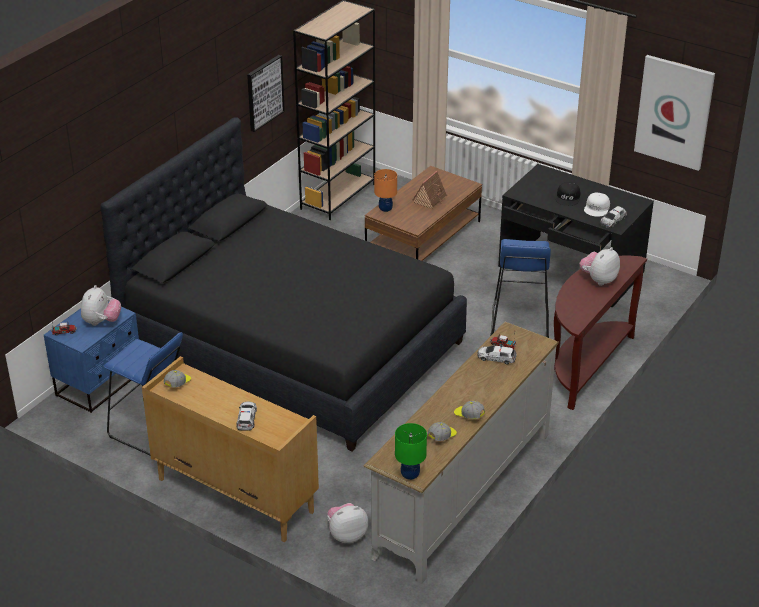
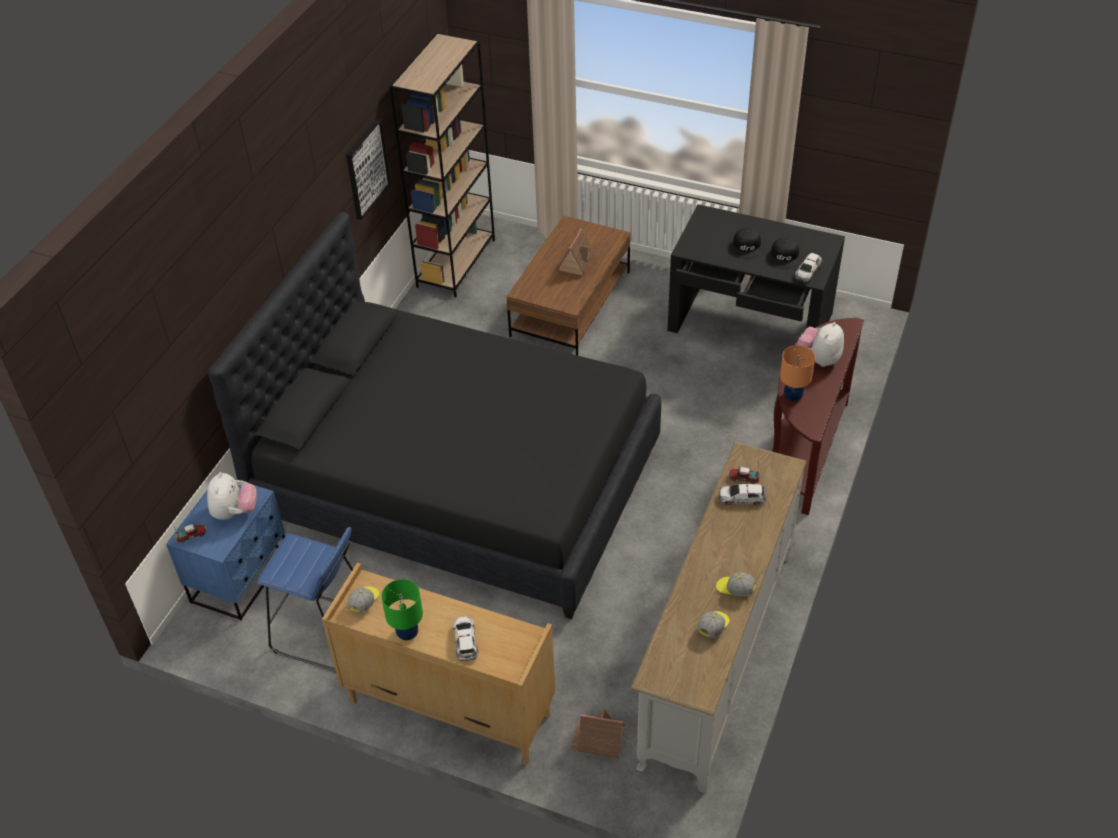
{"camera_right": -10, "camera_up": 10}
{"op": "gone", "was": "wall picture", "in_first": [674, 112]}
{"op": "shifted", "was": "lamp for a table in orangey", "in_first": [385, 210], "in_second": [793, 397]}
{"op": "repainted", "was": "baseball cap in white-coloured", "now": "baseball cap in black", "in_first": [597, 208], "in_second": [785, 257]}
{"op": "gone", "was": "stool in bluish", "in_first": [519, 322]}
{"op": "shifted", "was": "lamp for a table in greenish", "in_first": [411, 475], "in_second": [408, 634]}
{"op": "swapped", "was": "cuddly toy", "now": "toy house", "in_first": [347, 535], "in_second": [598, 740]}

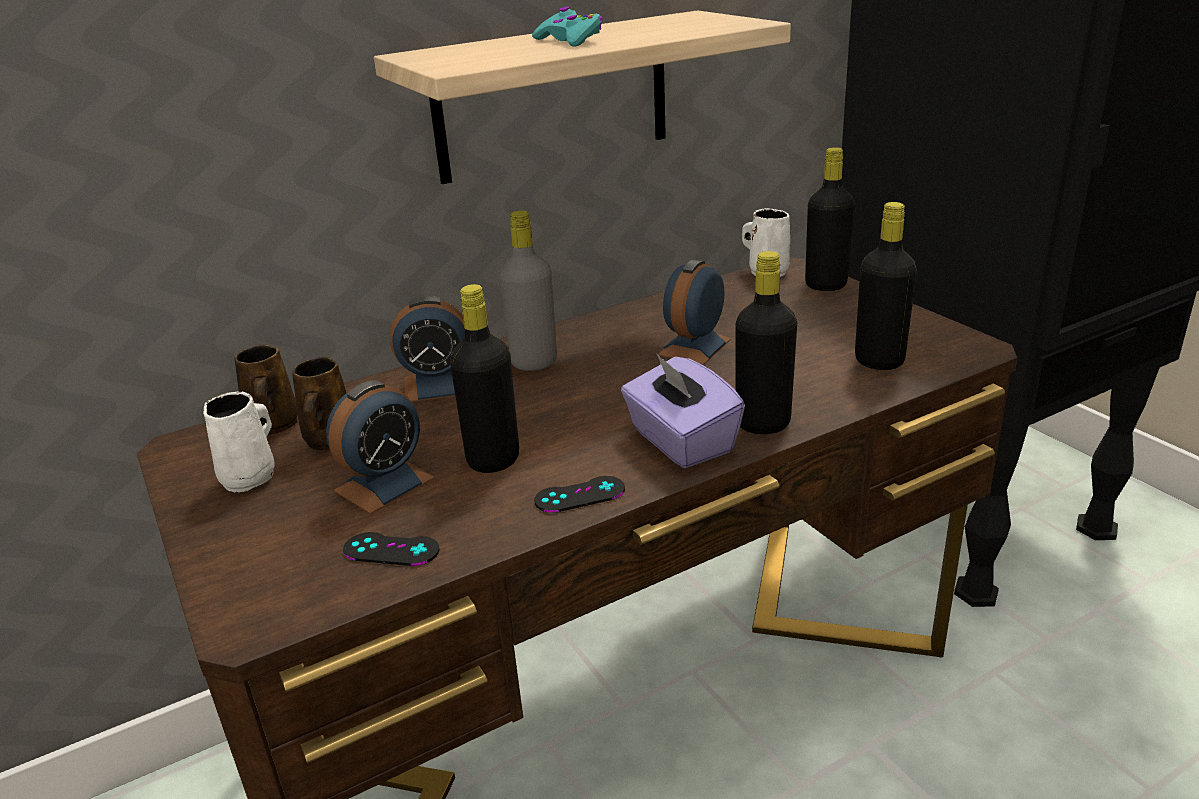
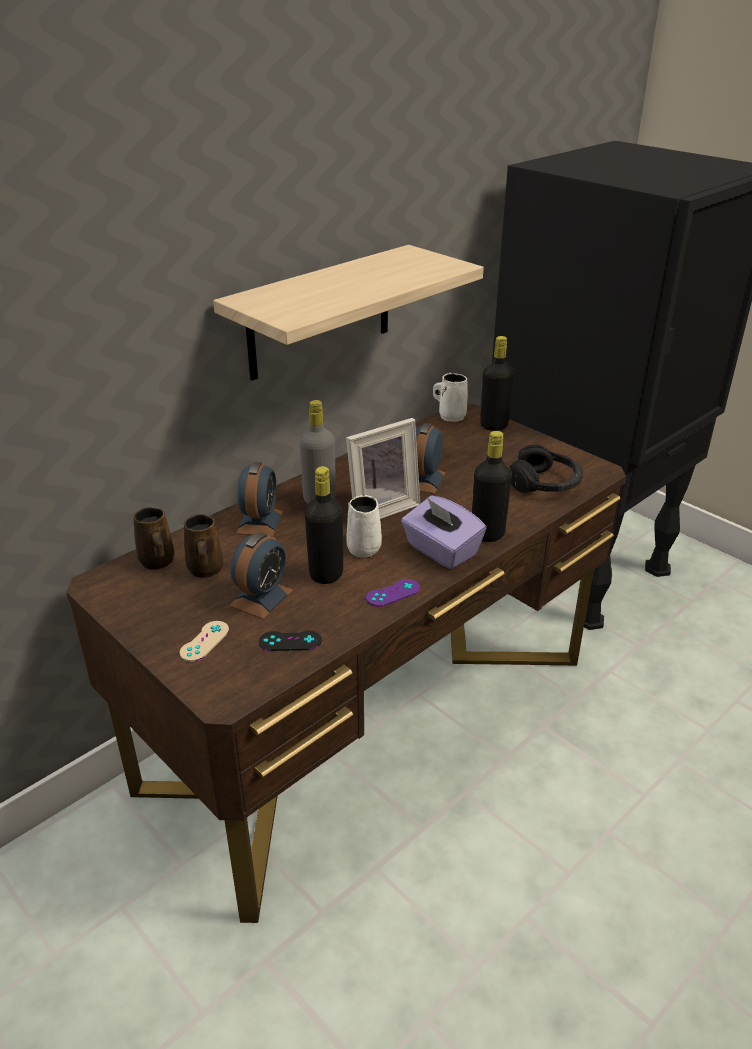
{"camera_right": -15, "camera_up": 5}
{"op": "gone", "was": "game controller in turquoise-coloured", "in_first": [569, 40]}
{"op": "swapped", "was": "drink bottle in black", "now": "pair of headphones in black", "in_first": [879, 361], "in_second": [545, 484]}
{"op": "rotated", "was": "bedside clock", "in_first": [437, 386], "in_second": [260, 522], "clockwise": -60}
{"op": "shifted", "was": "coffee mug in white-coloured", "in_first": [251, 477], "in_second": [364, 547]}
{"op": "repainted", "was": "game controller in black", "now": "game controller in purple-coloured", "in_first": [580, 495], "in_second": [393, 593]}
{"op": "new", "now": "photo frame", "in_second": [380, 508]}
{"op": "new", "now": "game controller in beige-coloured", "in_second": [204, 641]}

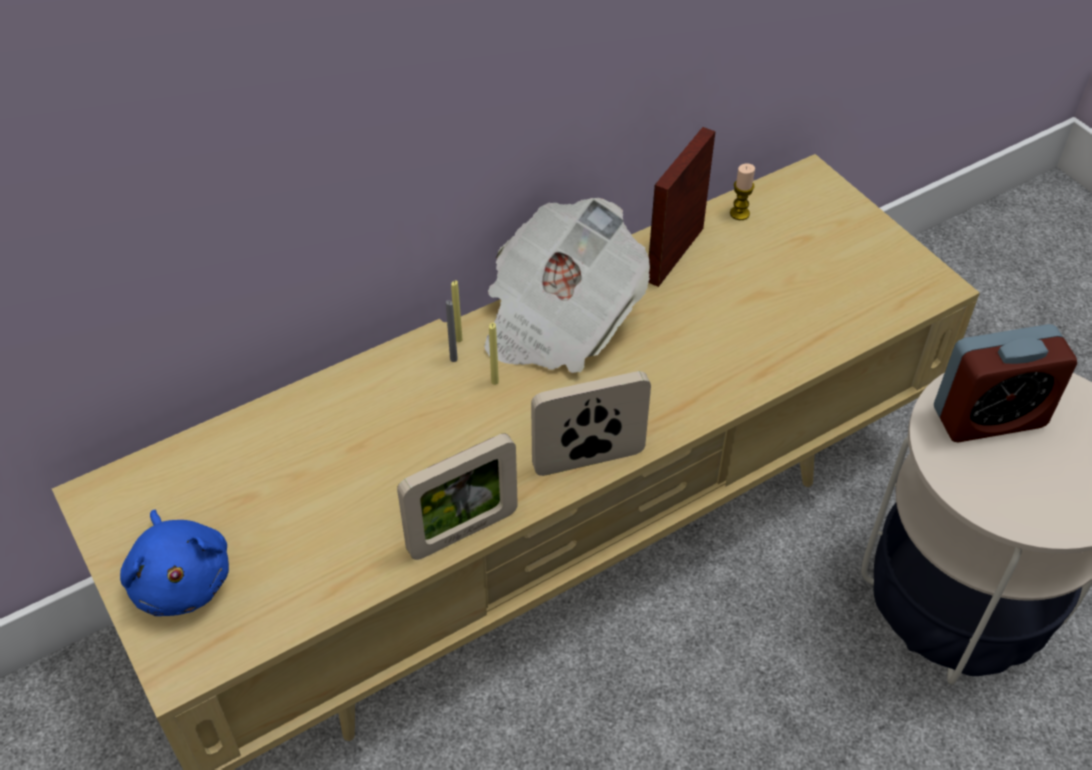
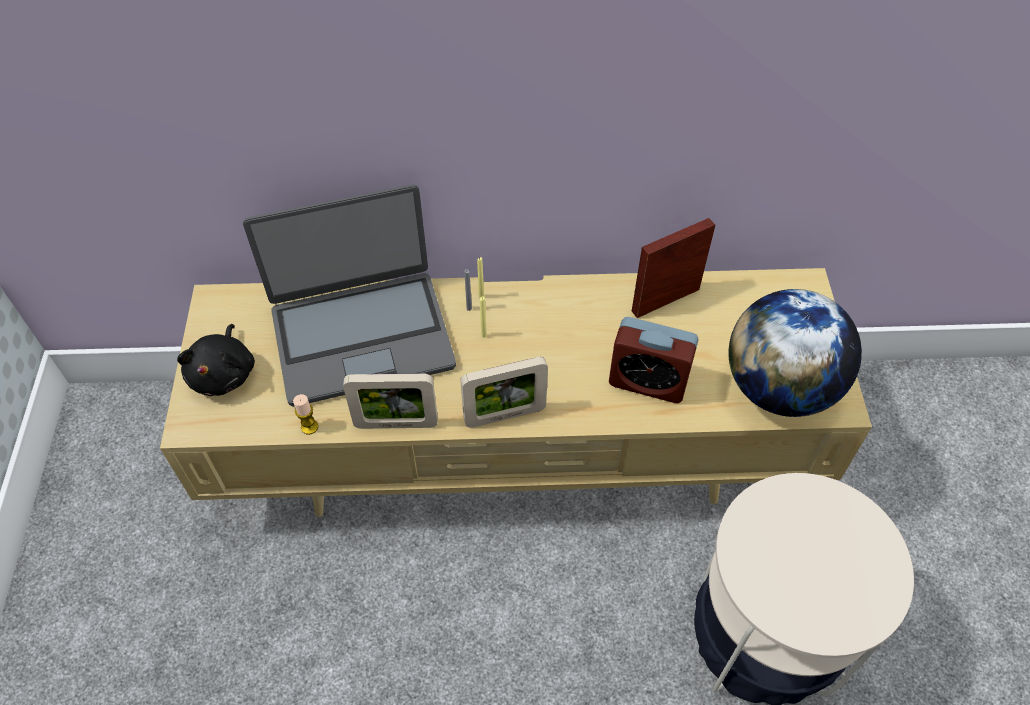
{"camera_right": 30, "camera_up": 5}
{"op": "shifted", "was": "wax light", "in_first": [739, 213], "in_second": [309, 427]}
{"op": "gone", "was": "printed paper", "in_first": [558, 319]}
{"op": "shifted", "was": "bedside clock", "in_first": [988, 418], "in_second": [648, 382]}
{"op": "rotated", "was": "photo frame", "in_first": [588, 460], "in_second": [505, 415], "clockwise": 150}
{"op": "repainted", "was": "cuddly toy in bluish", "now": "cuddly toy in black", "in_first": [181, 579], "in_second": [224, 373]}
{"op": "new", "now": "notebook computer", "in_second": [362, 336]}
{"op": "new", "now": "world globe", "in_second": [779, 388]}

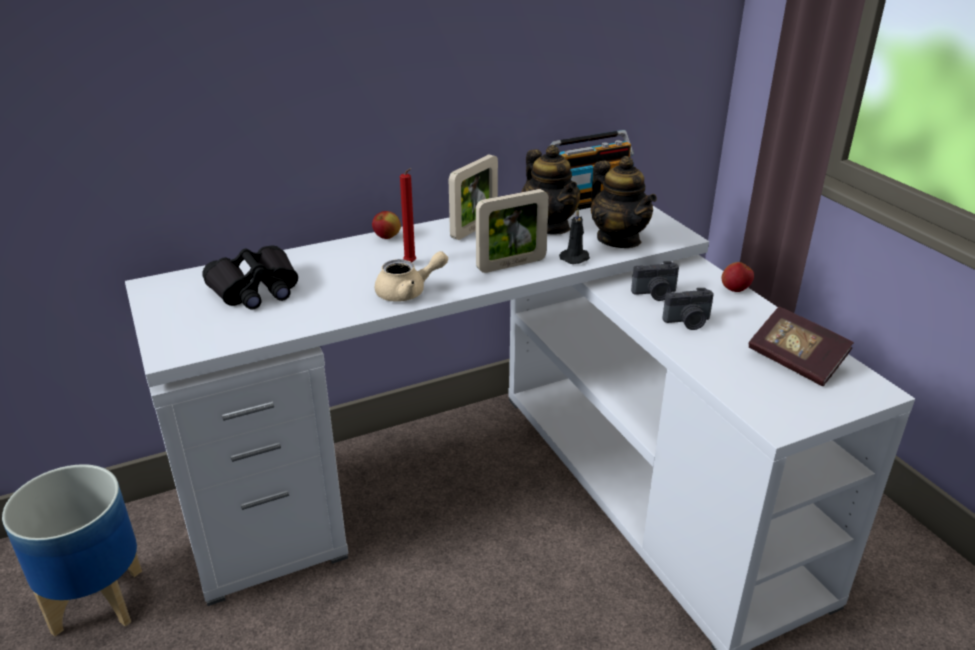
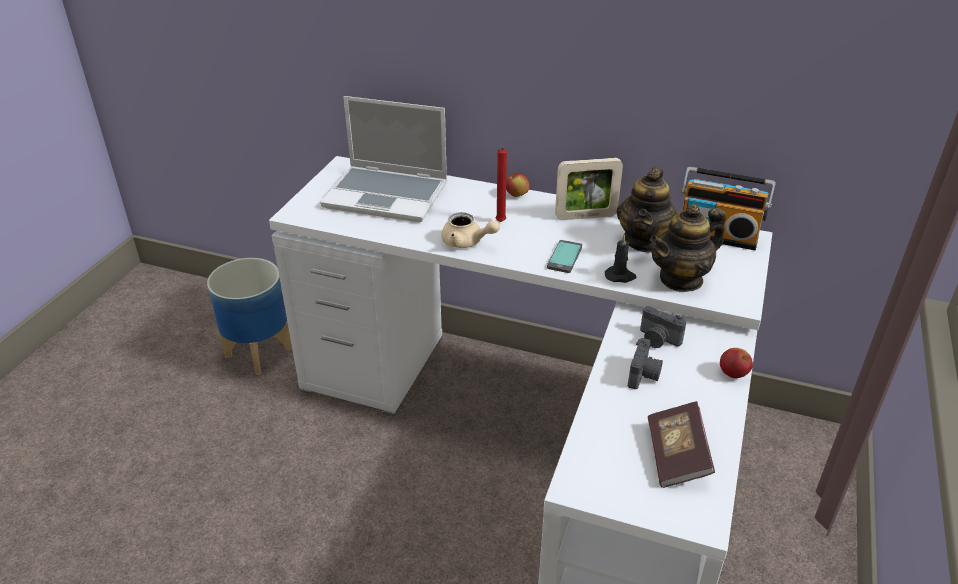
{"camera_right": 45, "camera_up": 5}
{"op": "rotated", "was": "pot for tea", "in_first": [619, 239], "in_second": [681, 279], "clockwise": 45}
{"op": "swapped", "was": "photo frame", "now": "telephone", "in_first": [511, 264], "in_second": [565, 257]}
{"op": "swapped", "was": "field glasses in black", "now": "notebook computer", "in_first": [256, 290], "in_second": [388, 195]}
{"op": "rotated", "was": "still camera", "in_first": [688, 322], "in_second": [644, 375], "clockwise": -105}

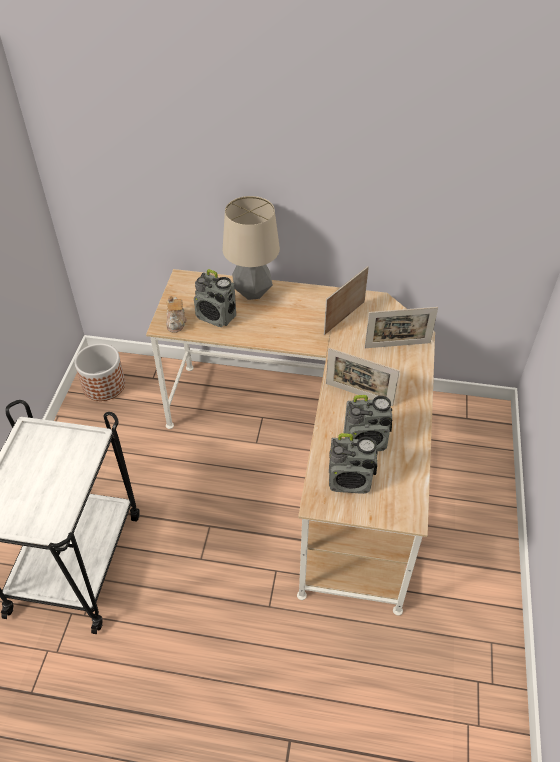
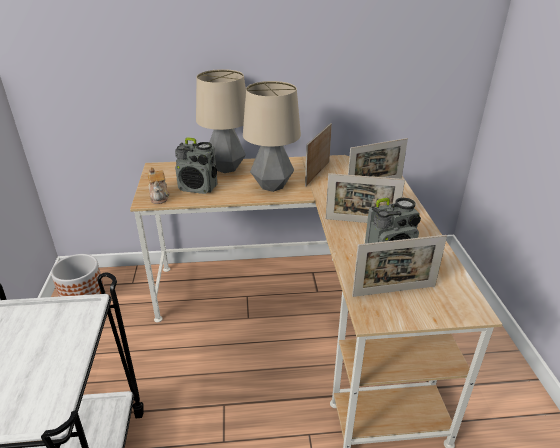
{"camera_right": -15, "camera_up": -15}
{"op": "swapped", "was": "radio receiver", "now": "photo frame", "in_first": [350, 481], "in_second": [394, 291]}
{"op": "new", "now": "lamp for a table", "in_second": [272, 186]}

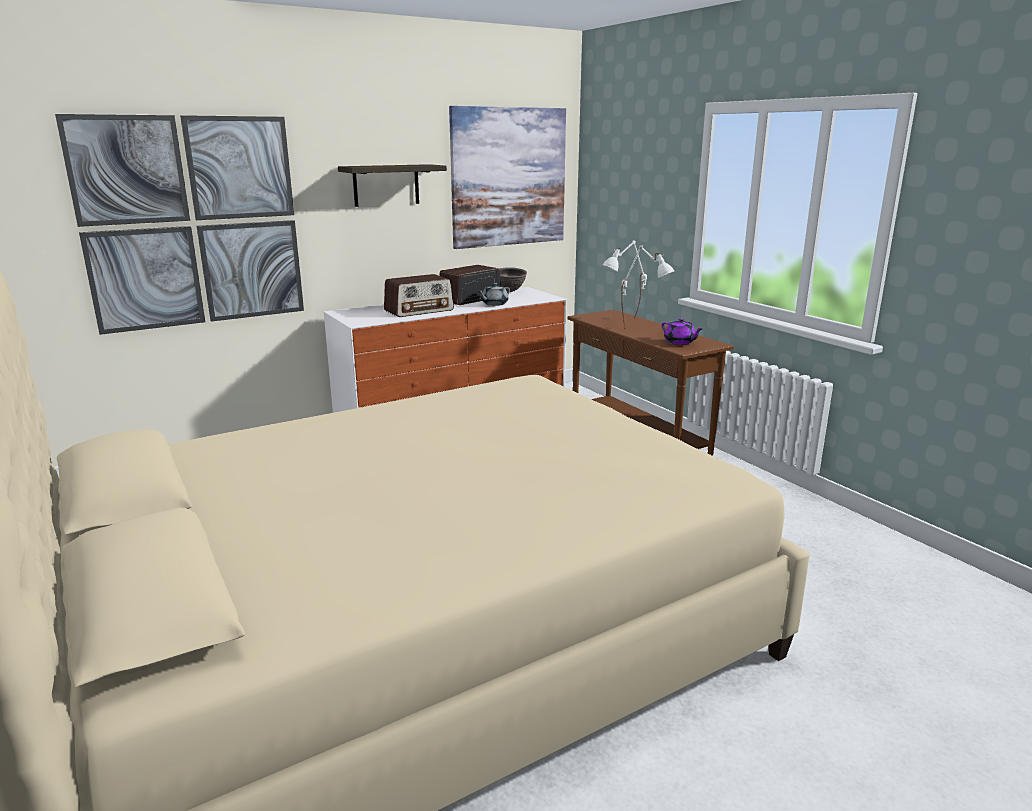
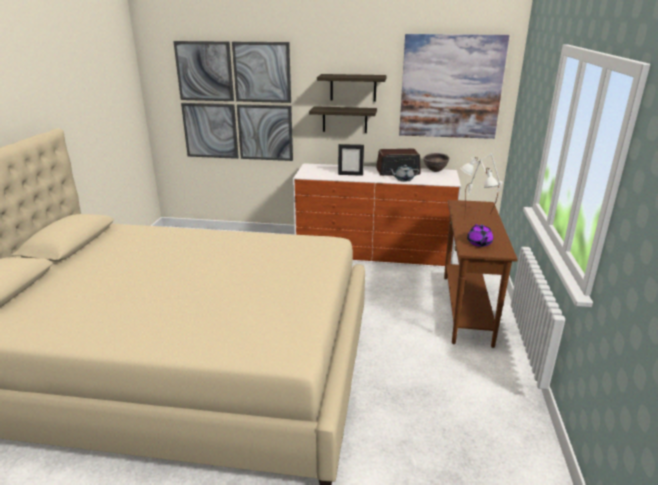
{"camera_right": 40, "camera_up": 5}
{"op": "swapped", "was": "radio receiver", "now": "photo frame", "in_first": [419, 310], "in_second": [350, 174]}
{"op": "new", "now": "wall shelf", "in_second": [344, 119]}

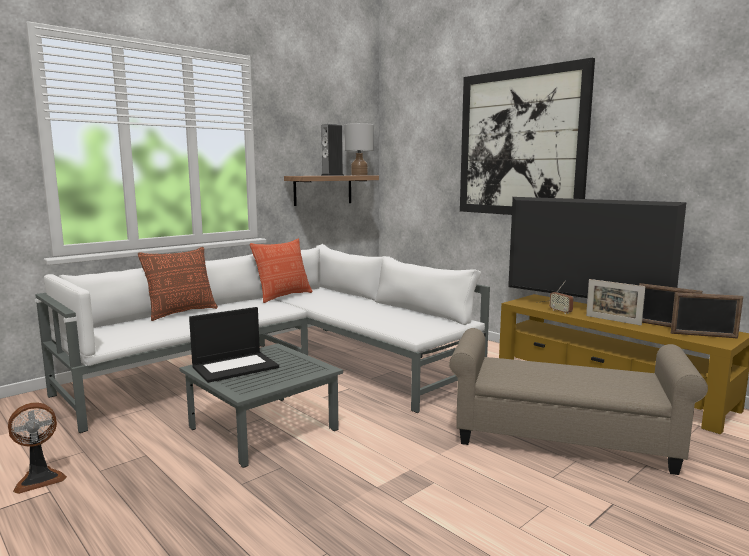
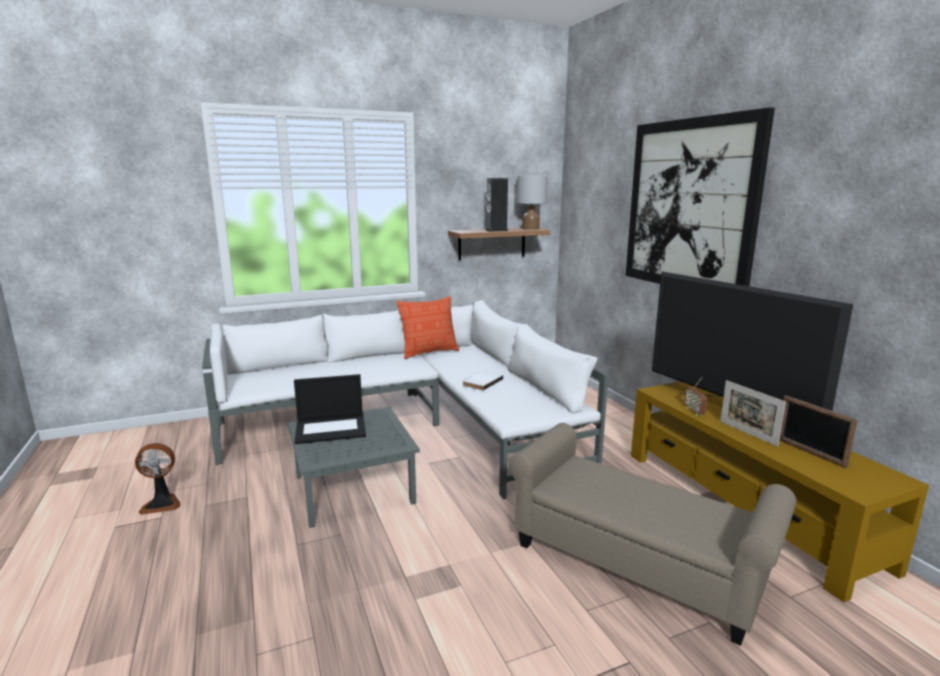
{"camera_right": 20, "camera_up": 5}
{"op": "gone", "was": "throw pillow in brown", "in_first": [181, 313]}
{"op": "gone", "was": "photo frame", "in_first": [703, 335]}
{"op": "new", "now": "bound book in white-coloured", "in_second": [481, 382]}

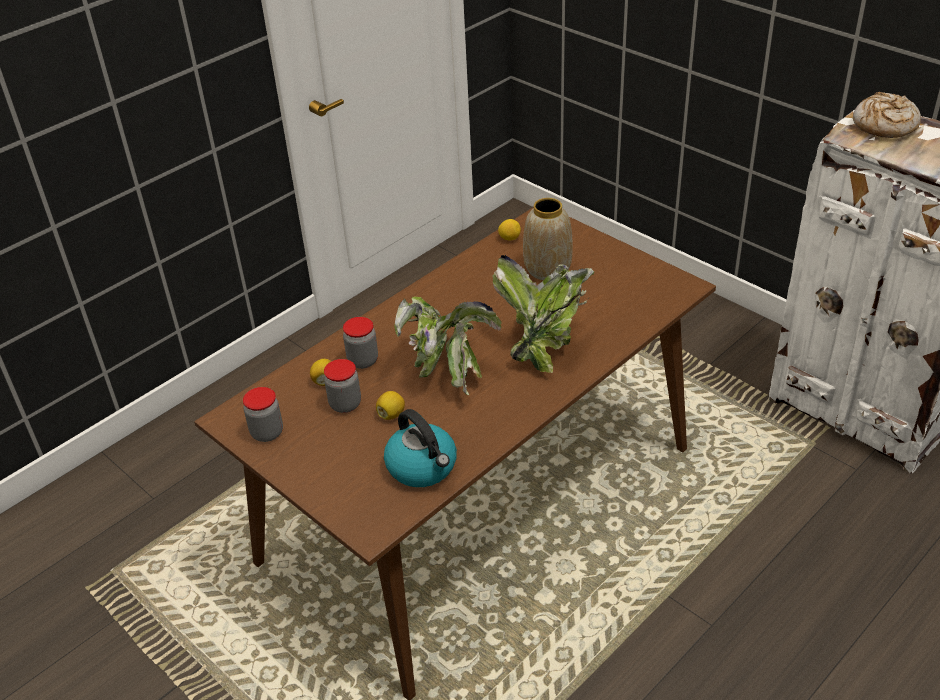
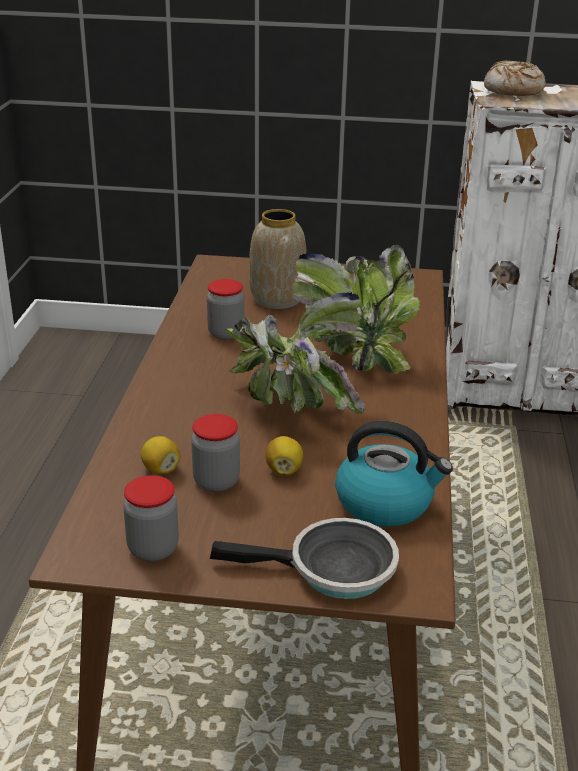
{"camera_right": -40, "camera_up": -10}
{"op": "gone", "was": "lemon", "in_first": [509, 238]}
{"op": "shifted", "was": "storage jar", "in_first": [363, 361], "in_second": [226, 333]}
{"op": "new", "now": "frying pan", "in_second": [333, 570]}

